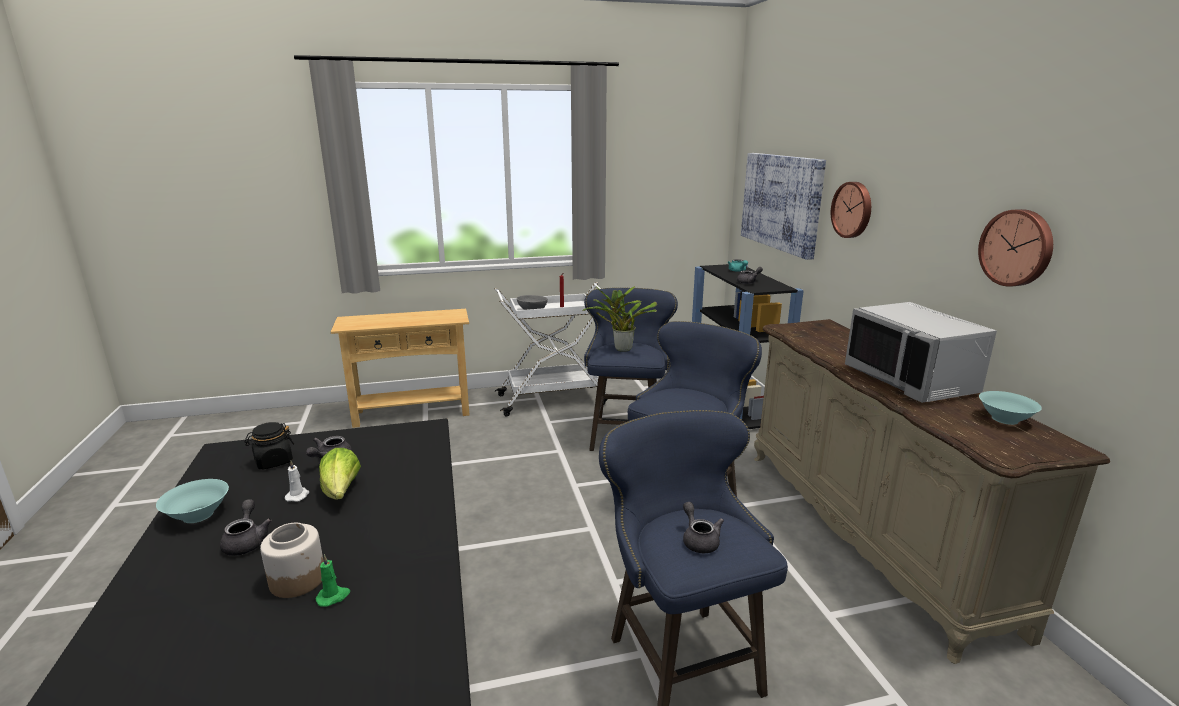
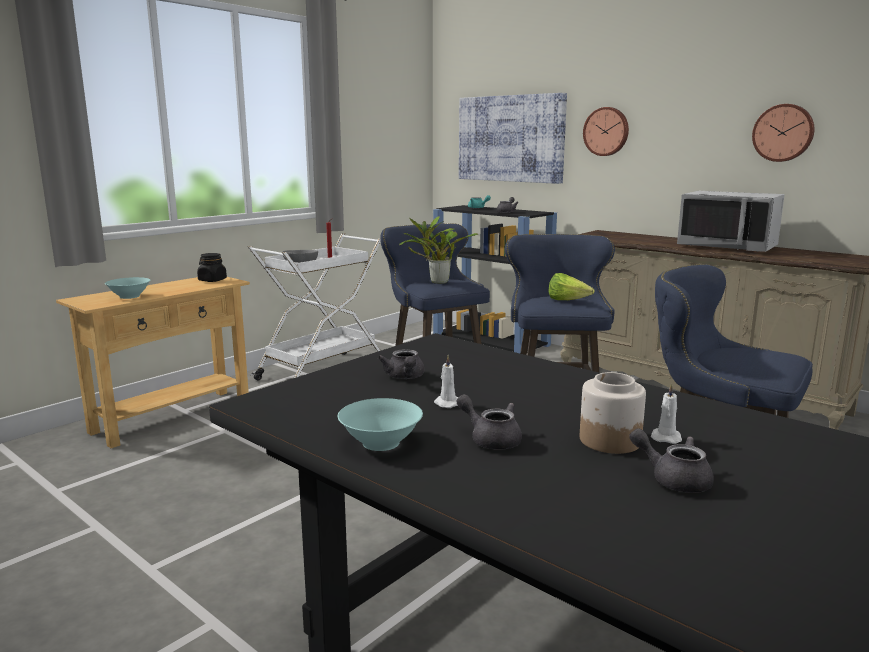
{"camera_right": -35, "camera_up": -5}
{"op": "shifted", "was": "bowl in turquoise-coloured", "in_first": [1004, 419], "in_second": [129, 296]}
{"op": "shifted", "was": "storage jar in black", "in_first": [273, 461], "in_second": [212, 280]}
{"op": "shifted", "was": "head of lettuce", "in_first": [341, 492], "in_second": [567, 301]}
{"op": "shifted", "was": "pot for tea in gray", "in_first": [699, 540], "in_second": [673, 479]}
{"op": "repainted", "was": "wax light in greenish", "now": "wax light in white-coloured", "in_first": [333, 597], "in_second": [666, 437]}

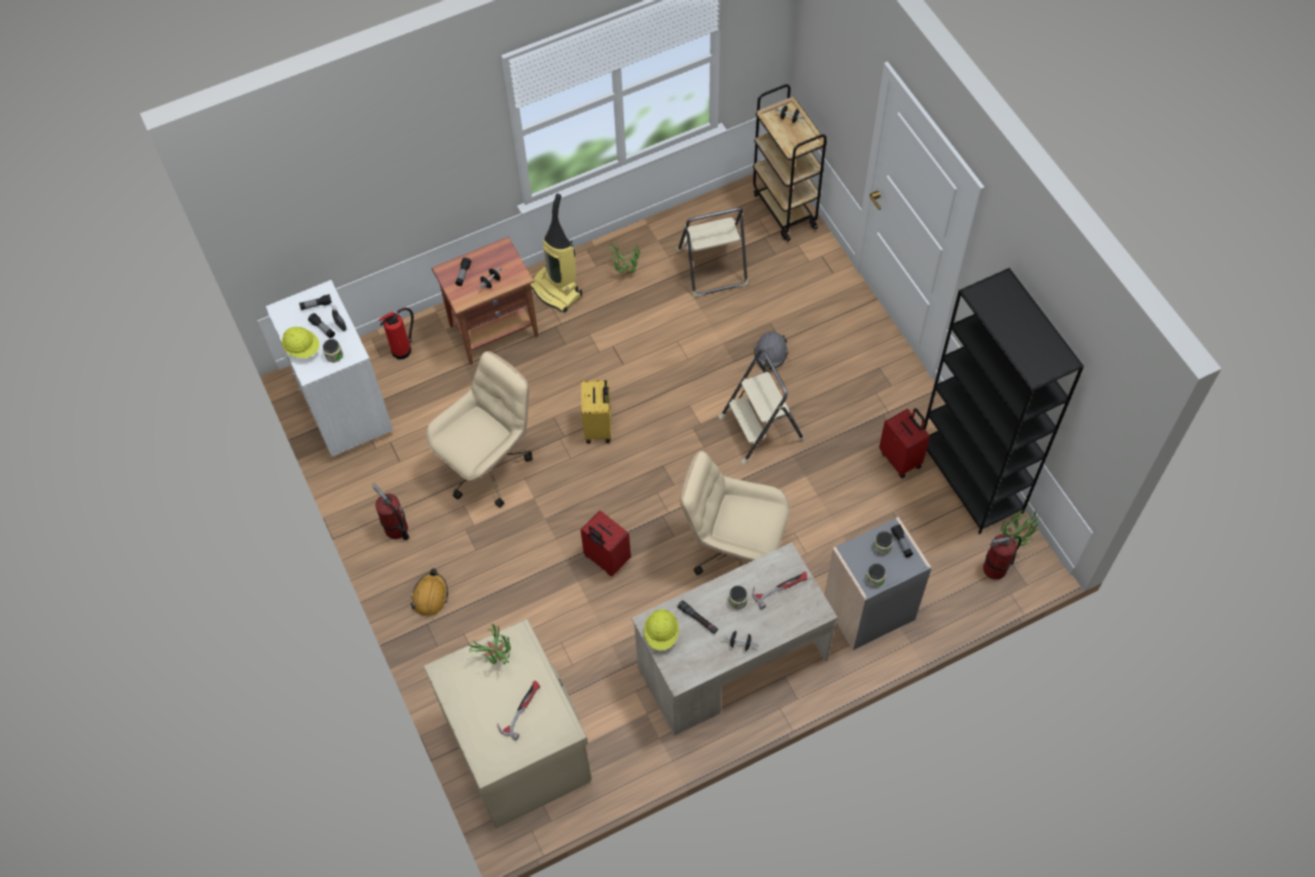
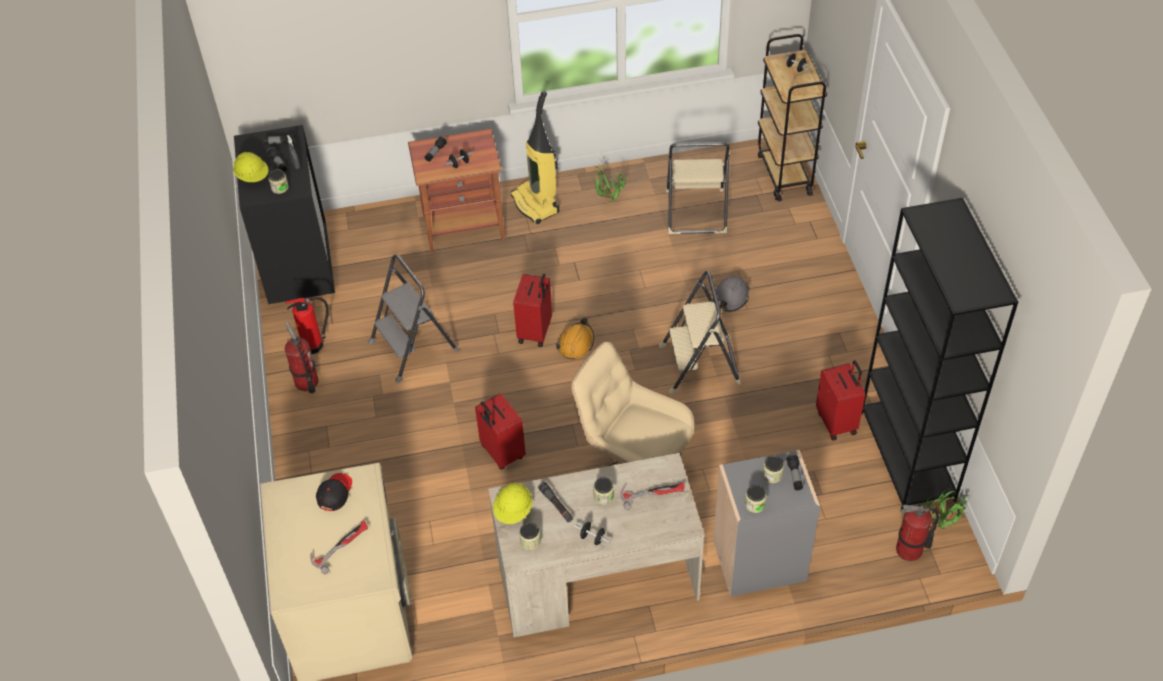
{"camera_right": 15, "camera_up": -10}
{"op": "repainted", "was": "cupboard in white-coloured", "now": "cupboard in black", "in_first": [345, 409], "in_second": [299, 268]}
{"op": "shifted", "was": "extinguisher", "in_first": [403, 350], "in_second": [315, 345]}
{"op": "swapped", "was": "office chair in beige-coloured", "now": "stepladder in gray", "in_first": [490, 467], "in_second": [417, 345]}
{"op": "repainted", "was": "piece of luggage in yellowish", "now": "piece of luggage in red", "in_first": [599, 427], "in_second": [536, 332]}
{"op": "shifted", "was": "work helmet in orangey", "in_first": [430, 596], "in_second": [576, 343]}
{"op": "swapped", "was": "plant in a pot", "now": "baseball cap in black", "in_first": [497, 659], "in_second": [334, 493]}
{"op": "new", "now": "storage jar", "in_second": [530, 542]}

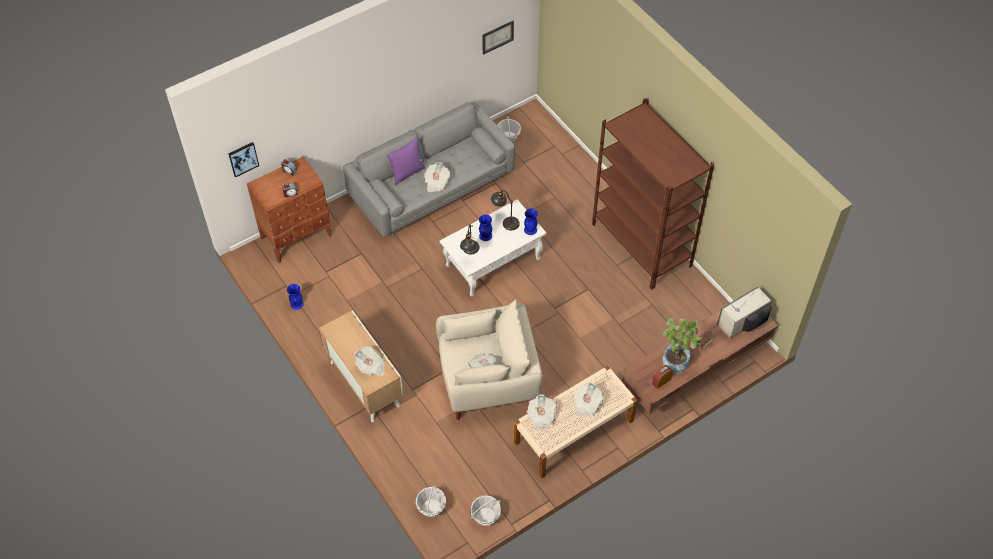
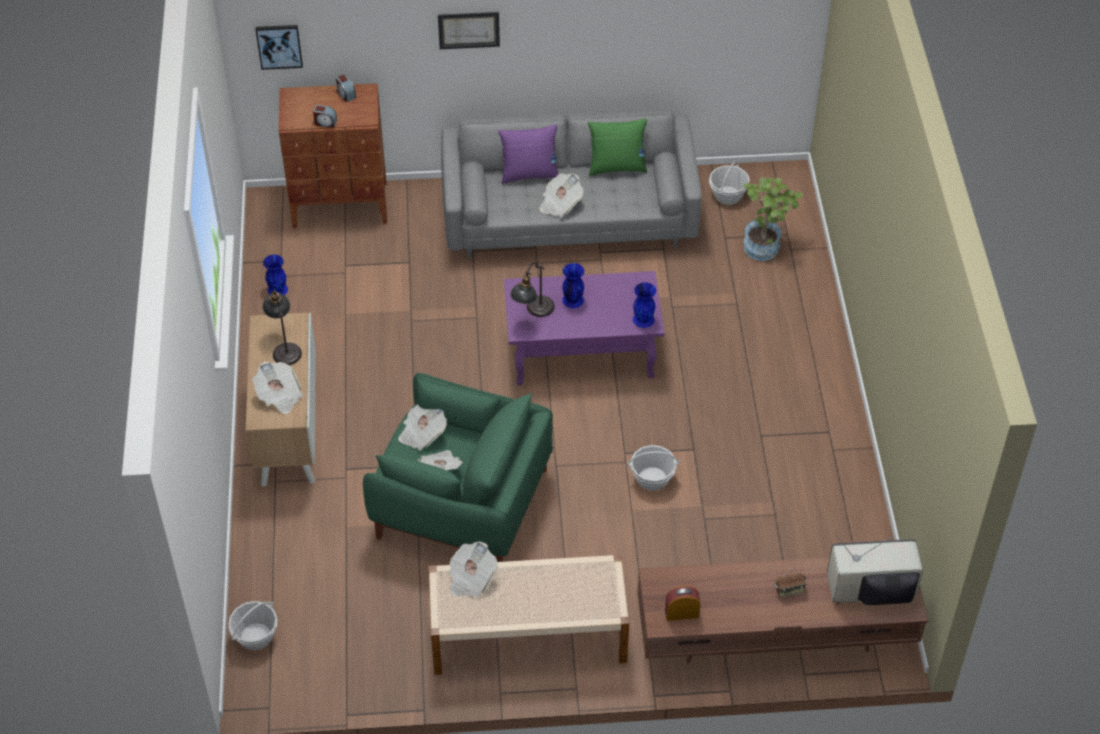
{"camera_right": 30, "camera_up": -5}
{"op": "shifted", "was": "wall picture", "in_first": [497, 37], "in_second": [469, 29]}
{"op": "gone", "was": "bookshelf in brown", "in_first": [641, 245]}
{"op": "shifted", "was": "lamp for a table in gray", "in_first": [505, 219], "in_second": [283, 345]}
{"op": "repainted", "was": "low table in white-coloured", "now": "low table in purple-coloured", "in_first": [493, 262], "in_second": [583, 352]}
{"op": "repainted", "was": "easy chair in beige-coloured", "now": "easy chair in greenish", "in_first": [488, 378], "in_second": [461, 503]}
{"op": "shifted", "was": "plant in a pot", "in_first": [676, 359], "in_second": [765, 246]}
{"op": "shifted", "was": "printed paper", "in_first": [586, 404], "in_second": [422, 433]}
{"op": "shifted", "was": "storage basket", "in_first": [485, 516], "in_second": [652, 479]}
{"op": "new", "now": "throw pillow in greenish", "in_second": [616, 168]}

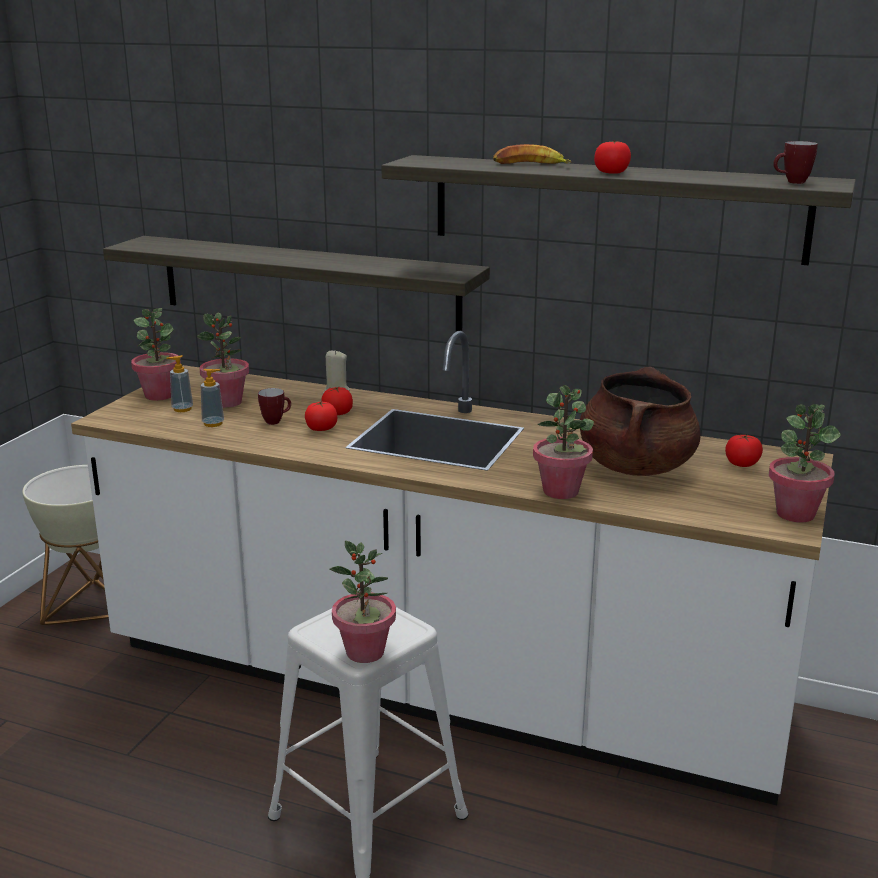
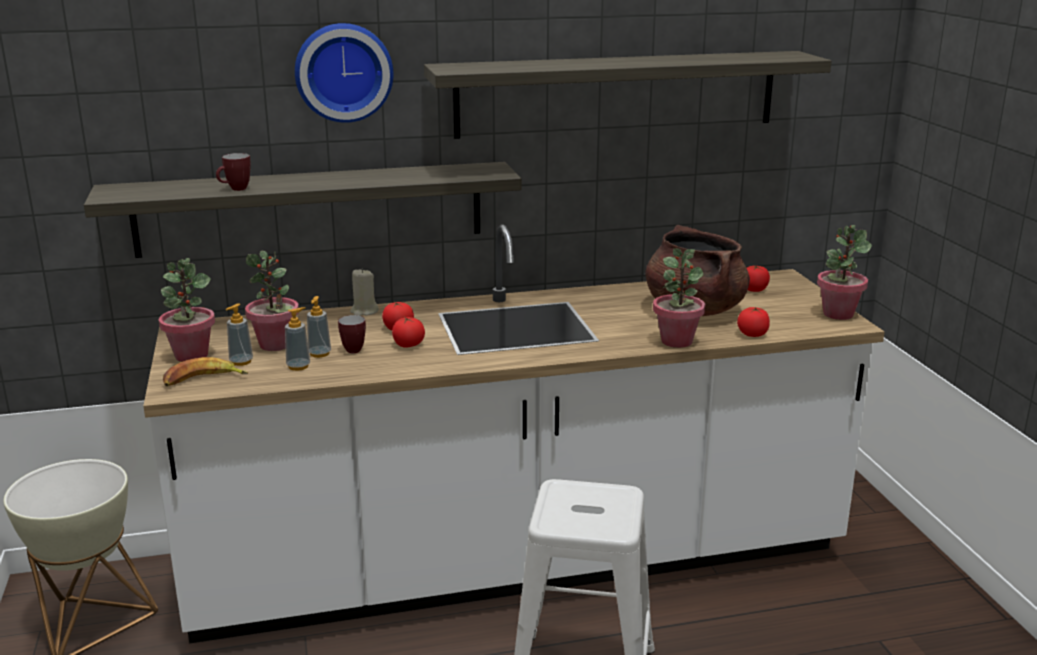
{"camera_right": -35, "camera_up": 0}
{"op": "shifted", "was": "tomato", "in_first": [611, 172], "in_second": [752, 334]}
{"op": "shifted", "was": "coffee mug", "in_first": [792, 182], "in_second": [235, 189]}
{"op": "shifted", "was": "whole banana", "in_first": [531, 165], "in_second": [203, 380]}
{"op": "gone", "was": "plant in a pot", "in_first": [365, 652]}
{"op": "new", "now": "clock on the wall", "in_second": [343, 72]}
{"op": "new", "now": "soap bottle", "in_second": [319, 354]}

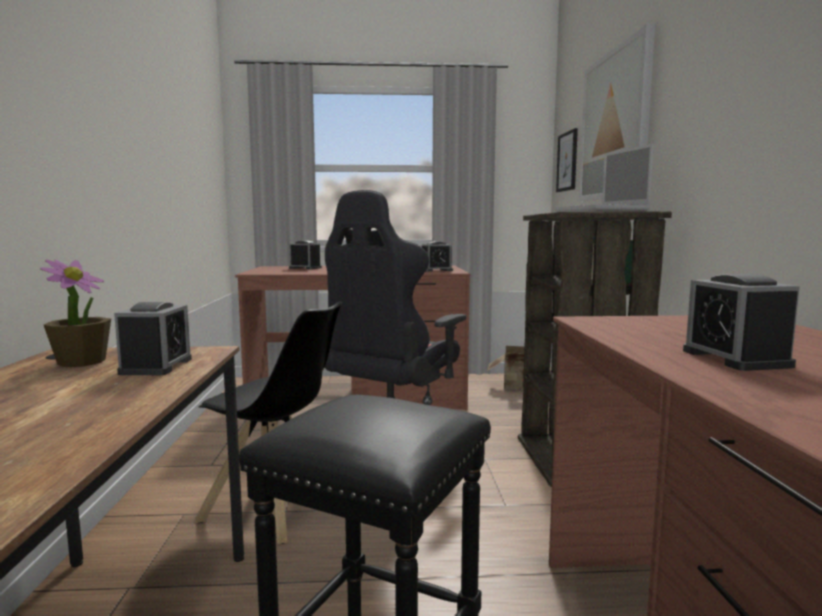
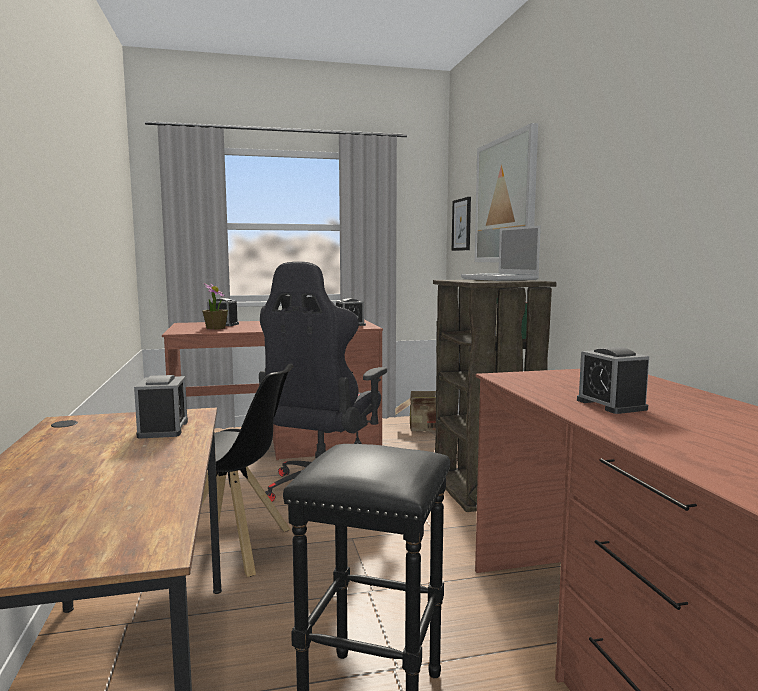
{"camera_right": -10, "camera_up": 0}
{"op": "shifted", "was": "plant in a pot", "in_first": [82, 362], "in_second": [215, 328]}

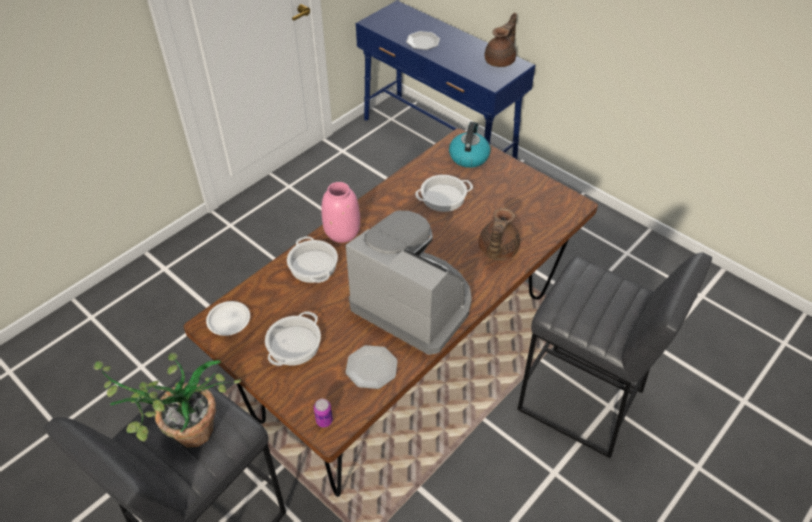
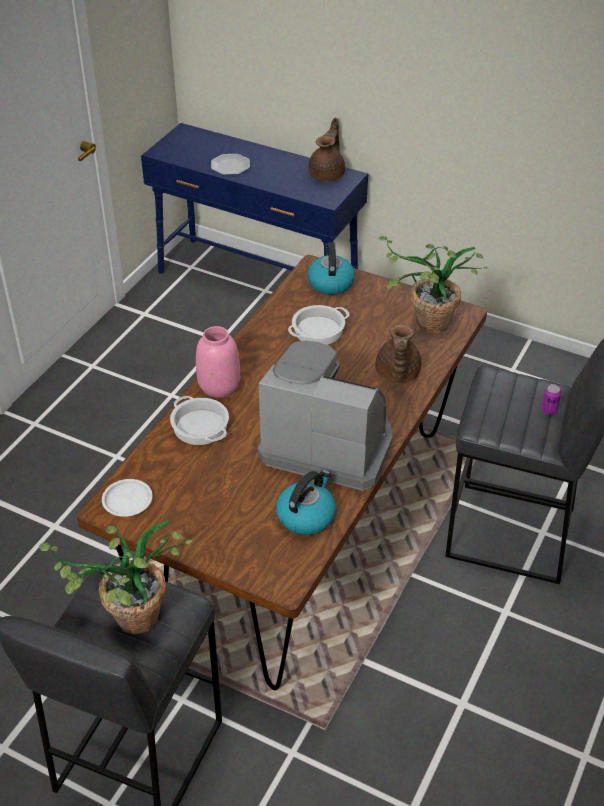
{"camera_right": -15, "camera_up": -5}
{"op": "gone", "was": "saucepot", "in_first": [294, 345]}
{"op": "swapped", "was": "dinner plate", "now": "tea kettle", "in_first": [371, 368], "in_second": [306, 516]}
{"op": "shifted", "was": "sealed can", "in_first": [324, 421], "in_second": [548, 410]}
{"op": "new", "now": "plant in a pot", "in_second": [423, 324]}

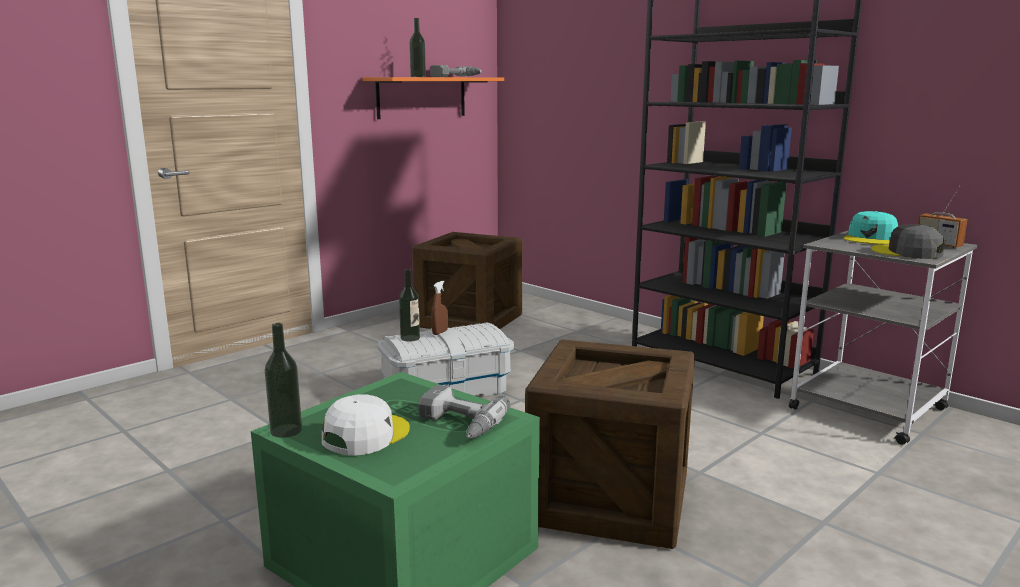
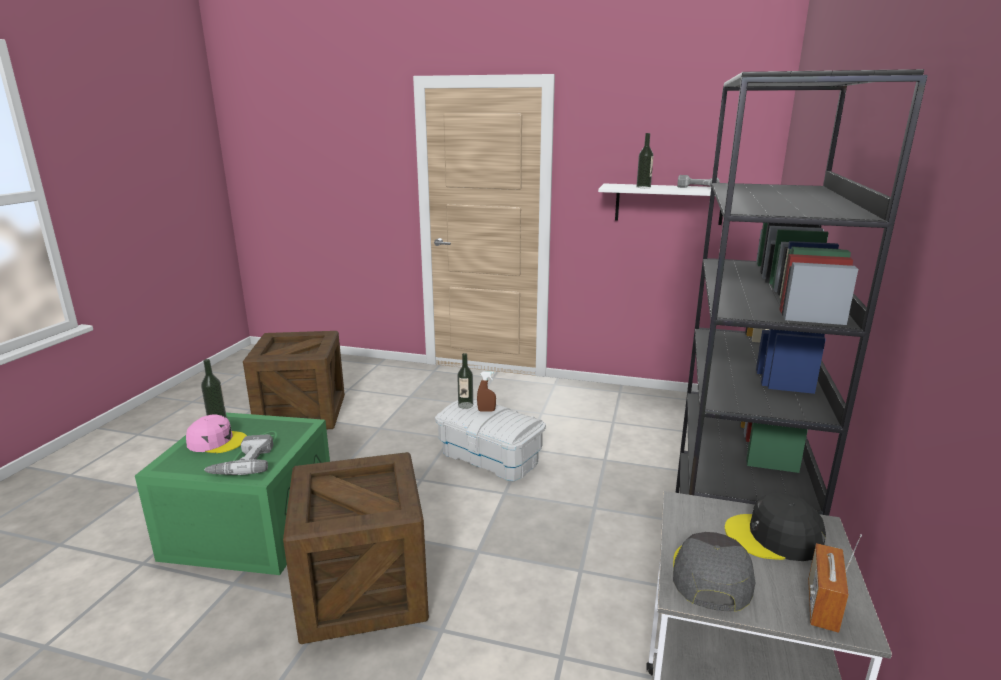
{"camera_right": 60, "camera_up": 5}
{"op": "repainted", "was": "wall shelf in orangey", "now": "wall shelf in white-coloured", "in_first": [421, 97], "in_second": [668, 204]}
{"op": "repainted", "was": "baseball cap in turquoise-coloured", "now": "baseball cap in black", "in_first": [871, 239], "in_second": [774, 537]}
{"op": "shifted", "was": "packing crate", "in_first": [469, 321], "in_second": [302, 413]}
{"op": "repainted", "was": "baseball cap in white-coloured", "now": "baseball cap in pinkish", "in_first": [365, 435], "in_second": [217, 441]}

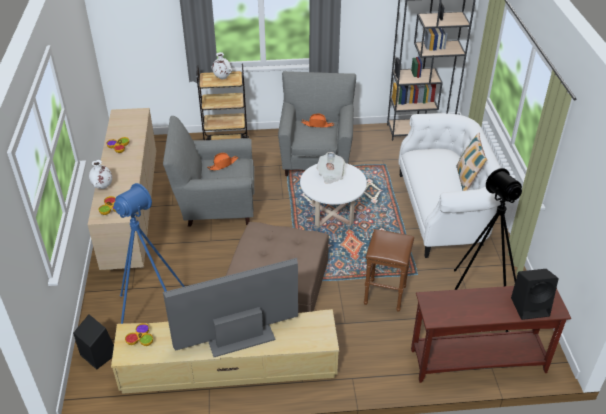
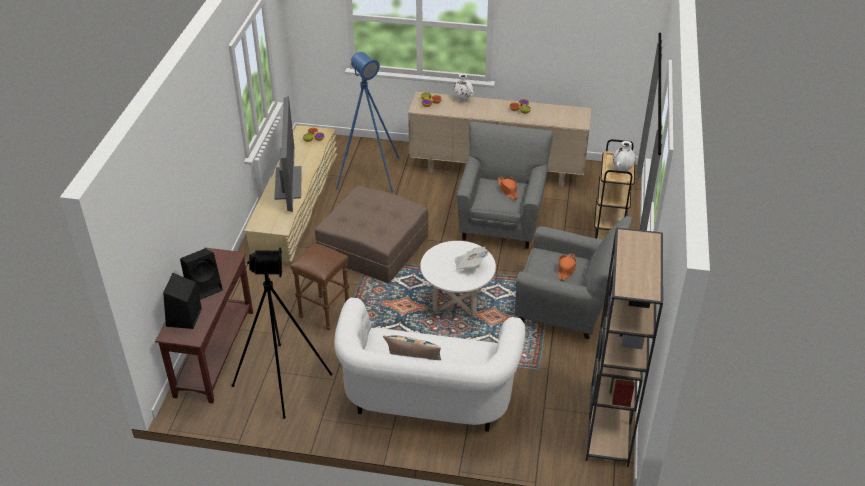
{"camera_right": 105, "camera_up": 0}
{"op": "shifted", "was": "speaker in black", "in_first": [98, 354], "in_second": [205, 287]}

